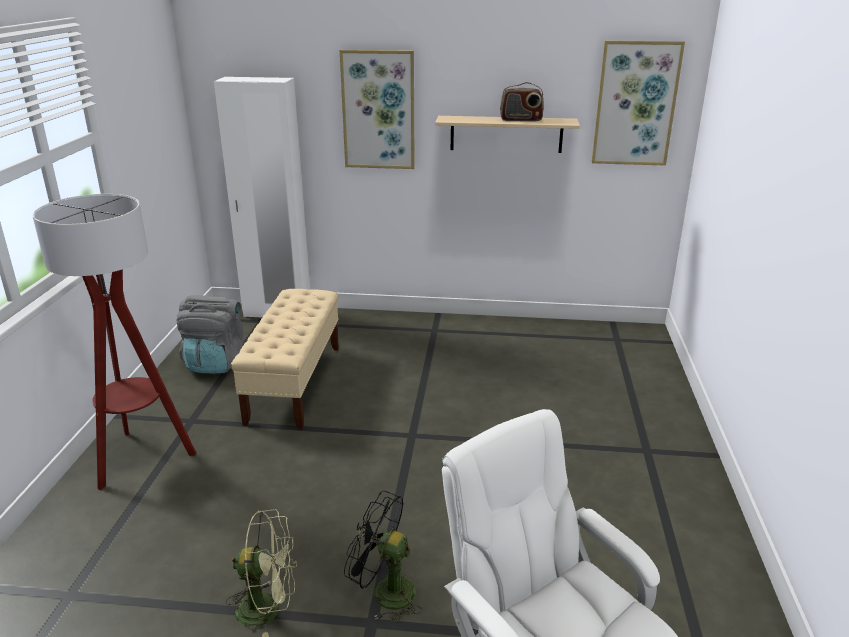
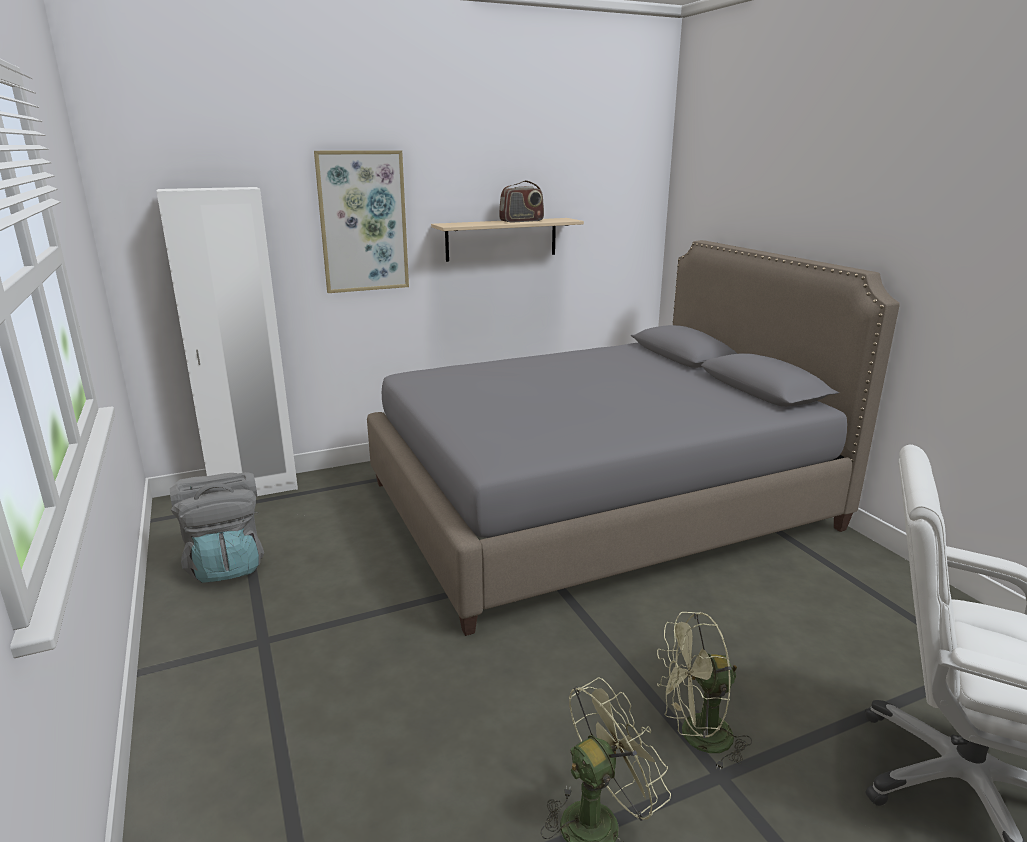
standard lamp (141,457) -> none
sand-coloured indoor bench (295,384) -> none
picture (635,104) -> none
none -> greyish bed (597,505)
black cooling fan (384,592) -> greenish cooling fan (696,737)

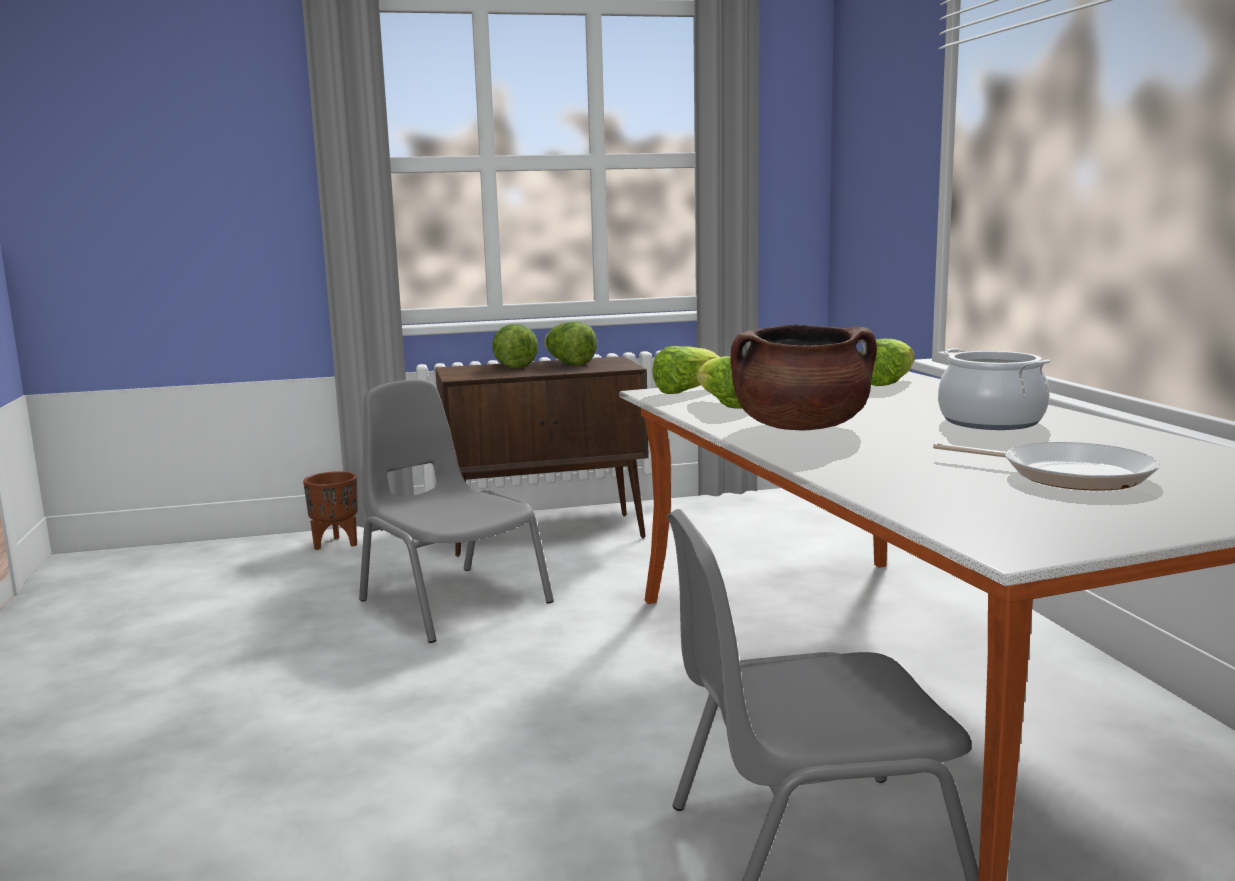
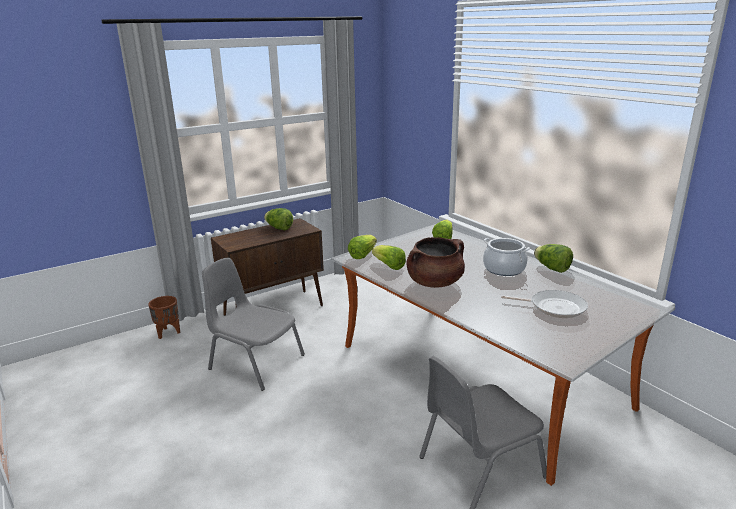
lettuce head (513,366) -> lettuce head (552,268), shifted

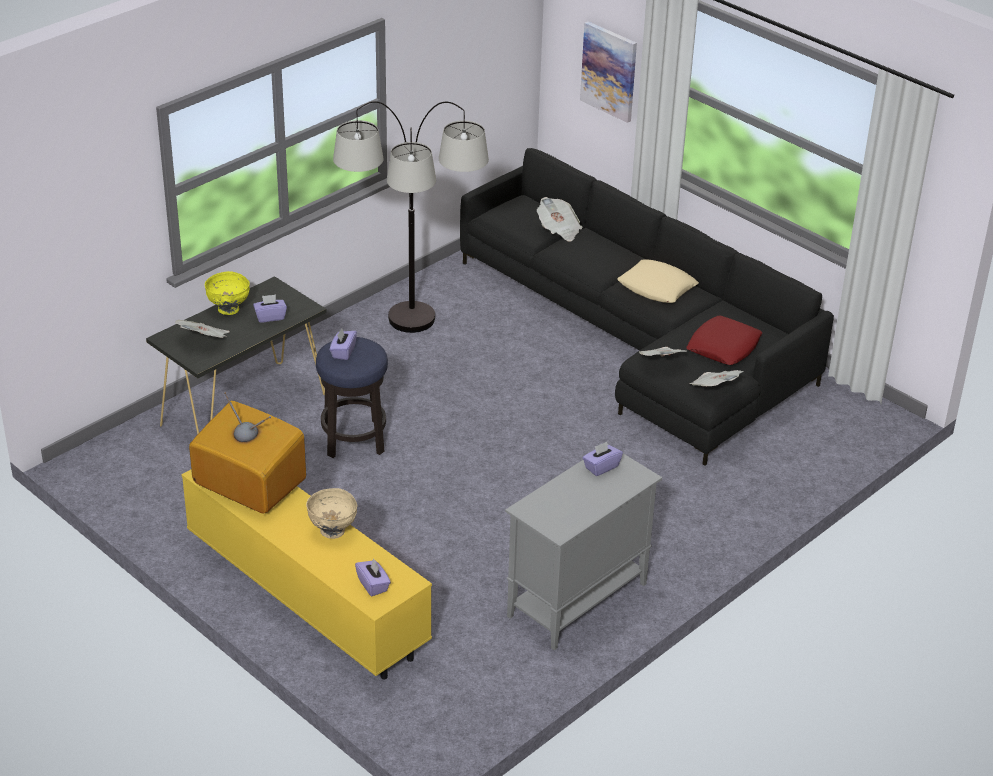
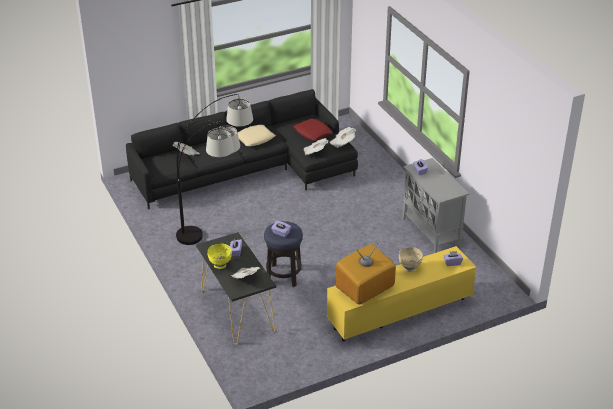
picture (609,71) -> none

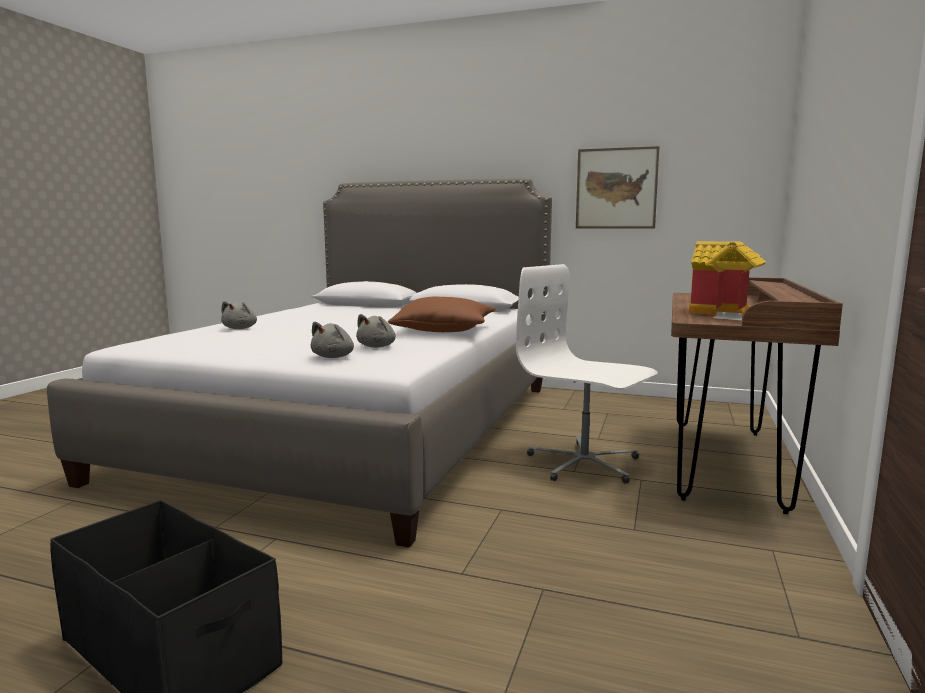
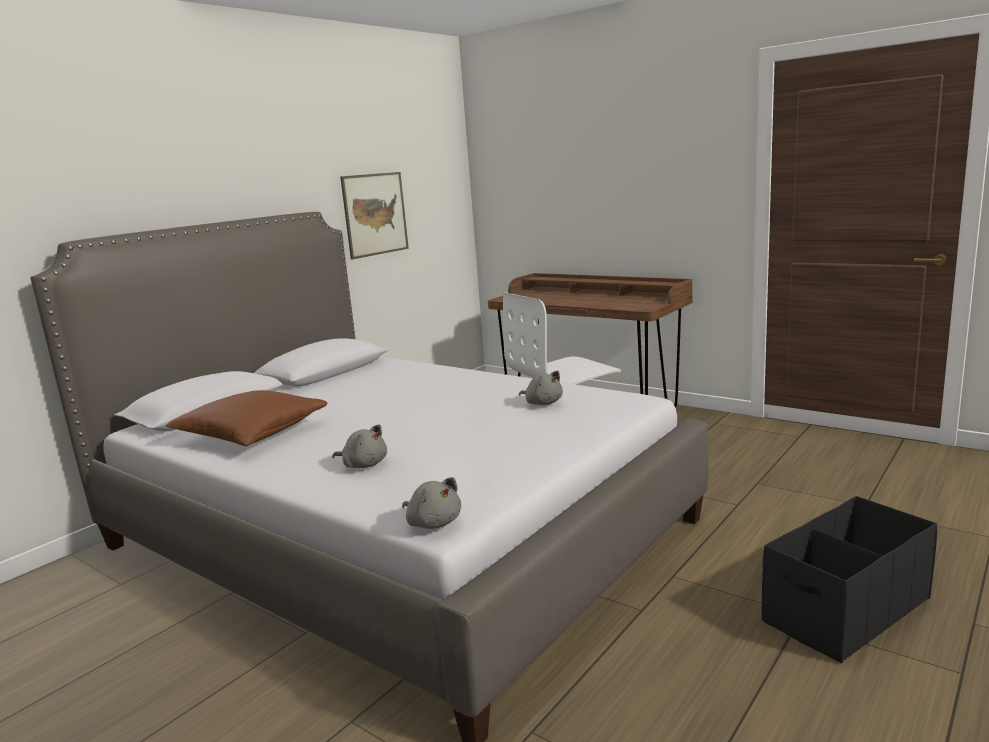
miniature house (726,314) -> none
greyish soft toy (334,357) -> greyish soft toy (433,523), shifted
brown cushion (444,330) -> brown cushion (252,434), shifted

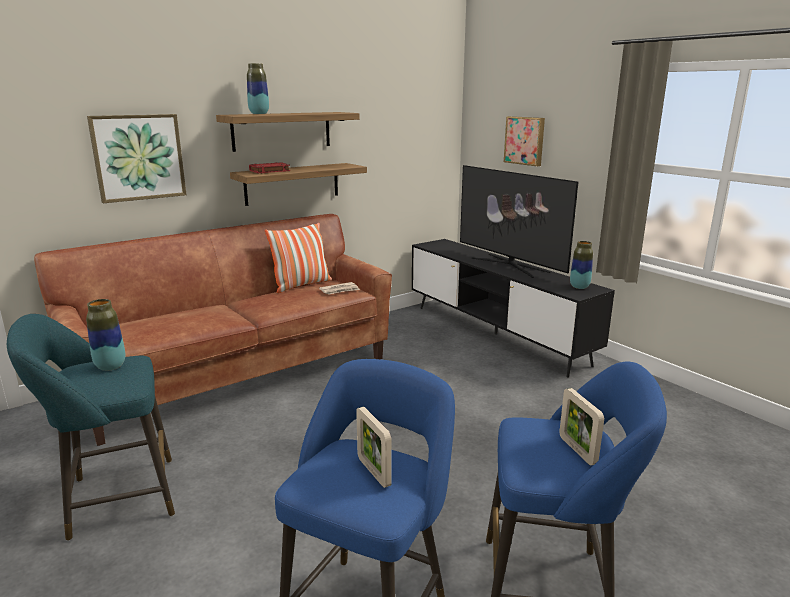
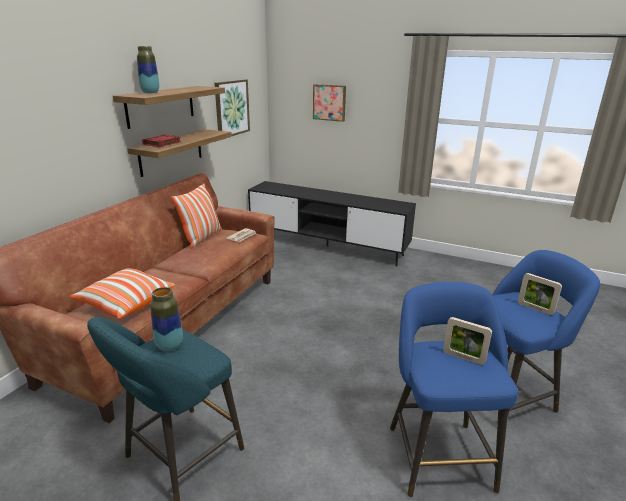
TV (509,265) -> none
flower vase (579,287) -> none
none -> cushion (125,303)
picture (138,157) -> picture (231,108), shifted

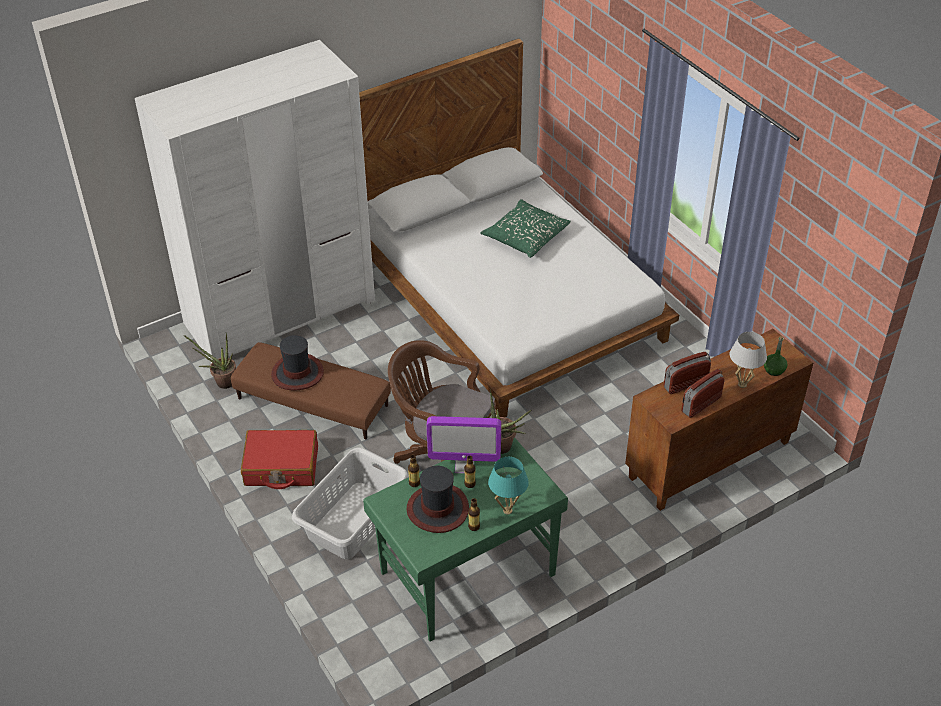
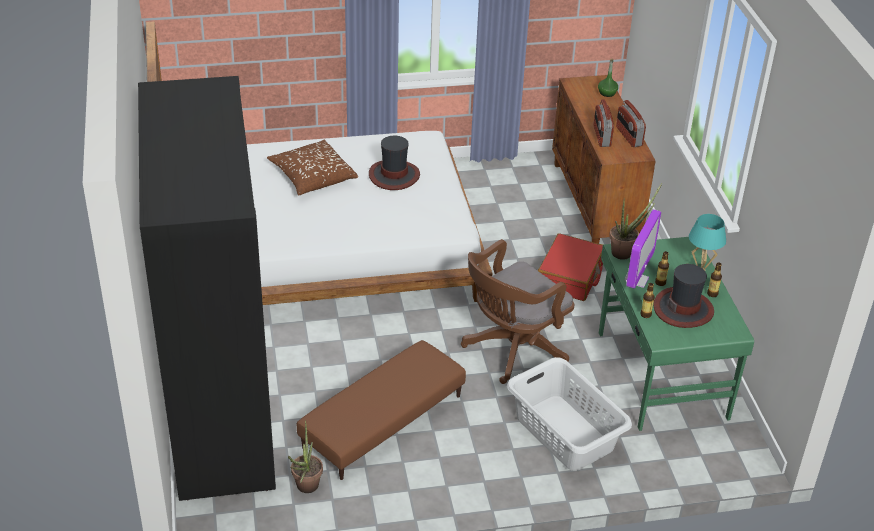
white-coloured table lamp (742,384) -> none
red travel case (281,466) -> red travel case (570,276), shifted
clothing hat (297,373) -> clothing hat (394,175), shifted
white-coloured wardrobe (280,312) -> black wardrobe (221,413)
greenish cushion (525,236) -> brown cushion (312,176)

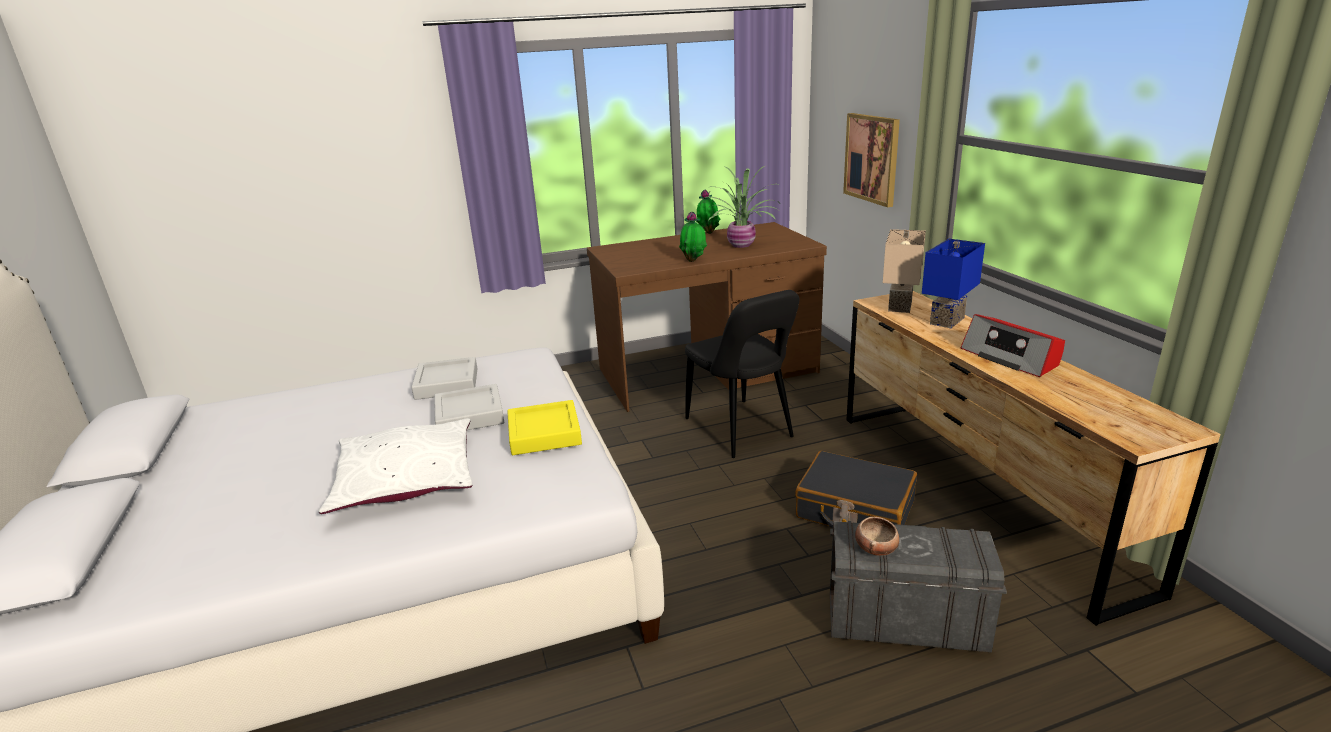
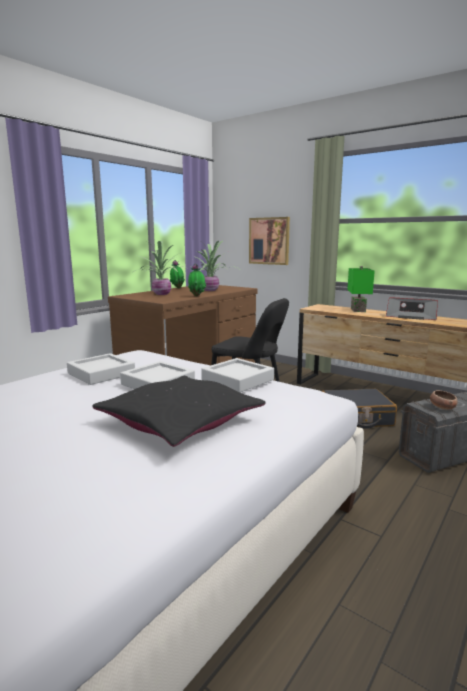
sand-coloured table lamp (902,306) -> none
none -> houseplant (160,294)
white-coloured cushion (406,479) -> black cushion (180,422)
yellowish tray (544,433) -> greyish tray (237,380)
bluish table lamp (945,320) -> greenish table lamp (357,310)

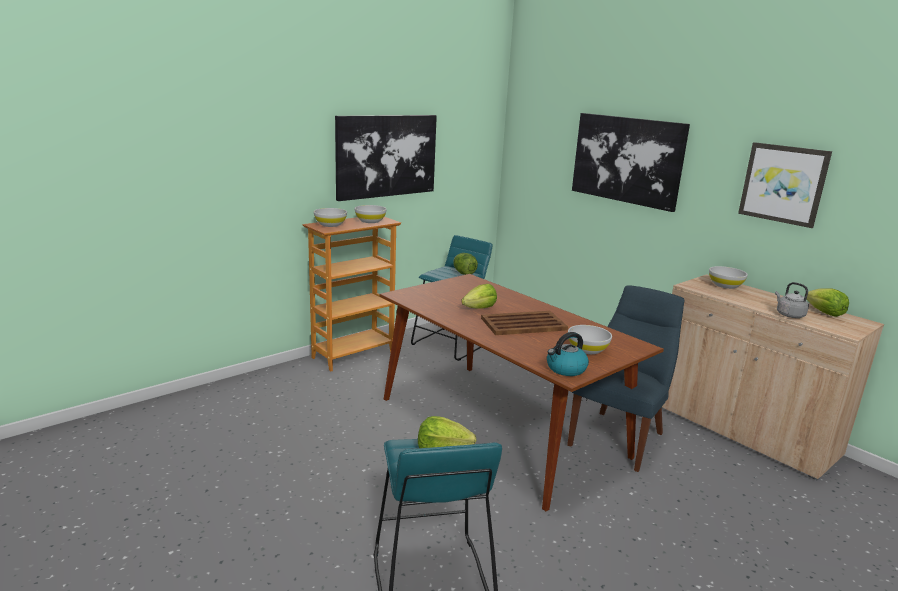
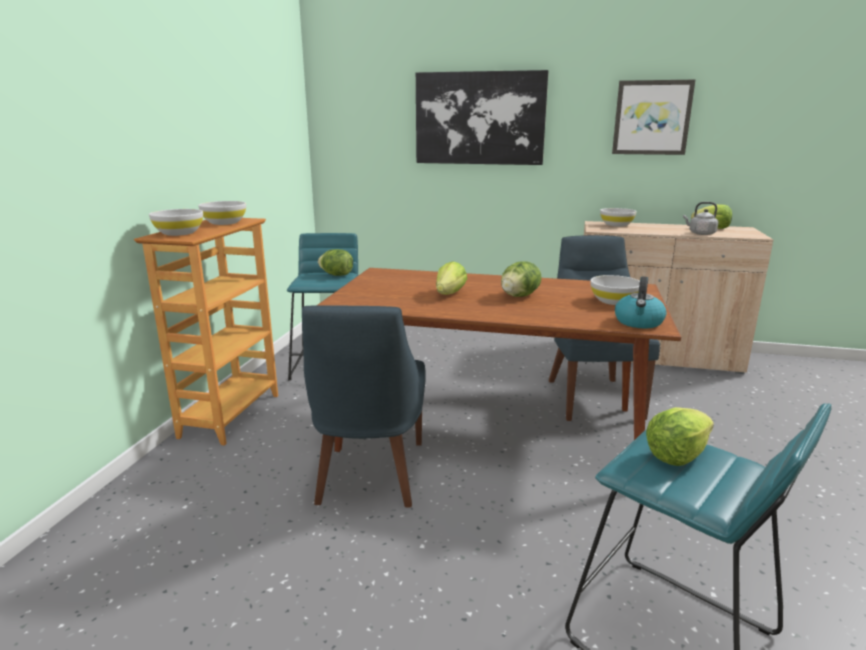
picture (386,156) -> none
none -> bluish upright chair (369,475)
brown tray (524,324) -> lettuce head (519,296)

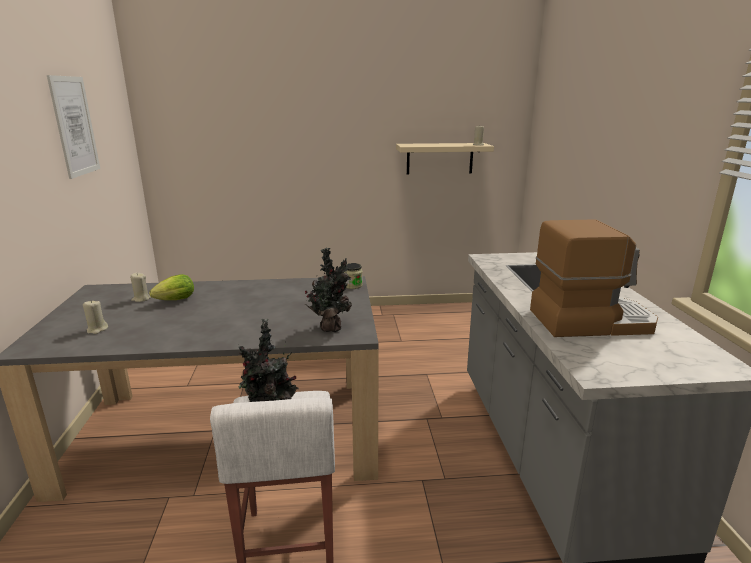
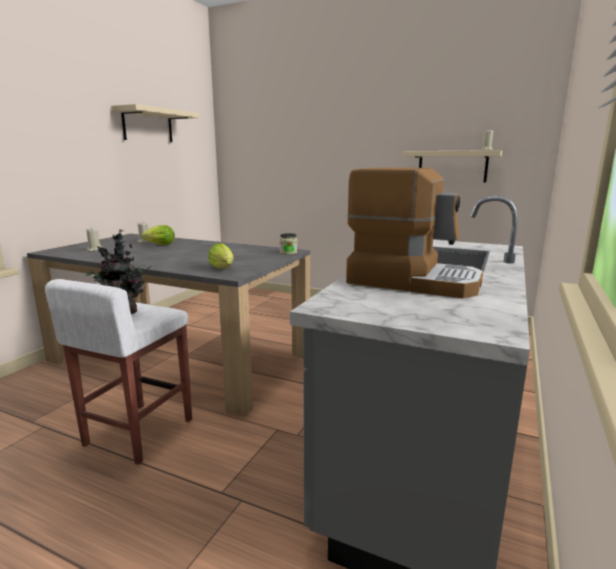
picture (74,126) -> sand-coloured wall shelf (147,125)
houseplant (331,327) -> lettuce head (223,269)

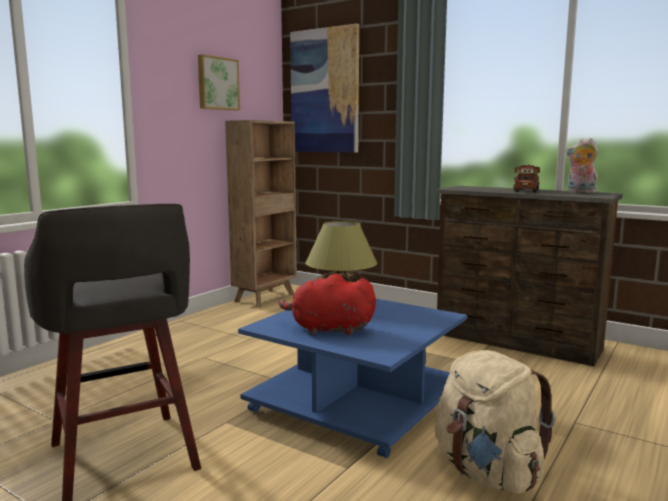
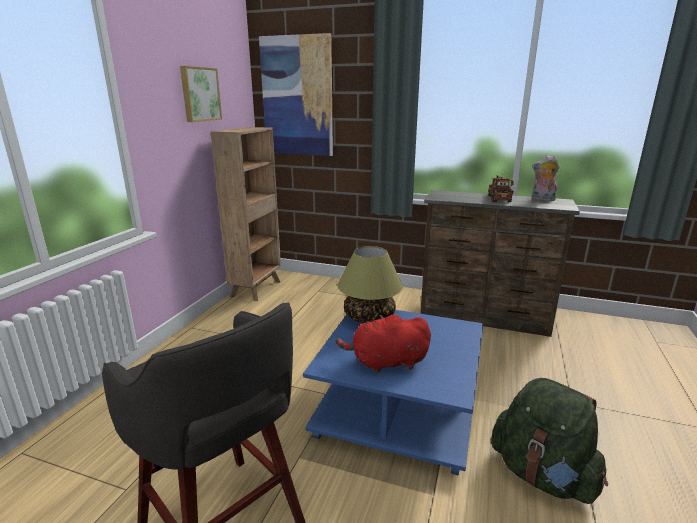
sand-coloured backpack (487,472) -> greenish backpack (542,475)

